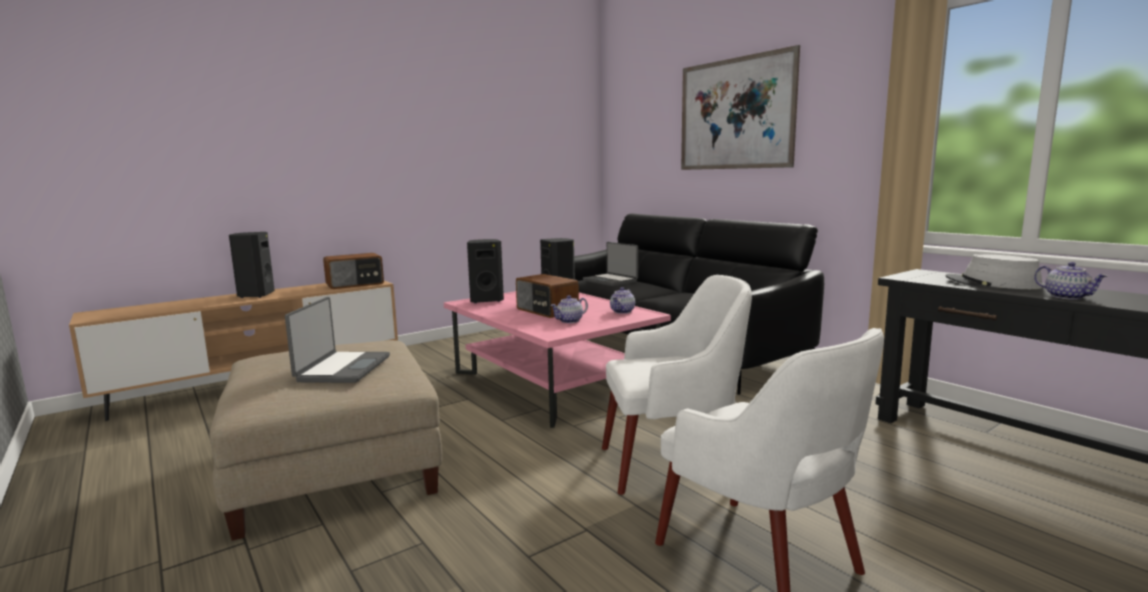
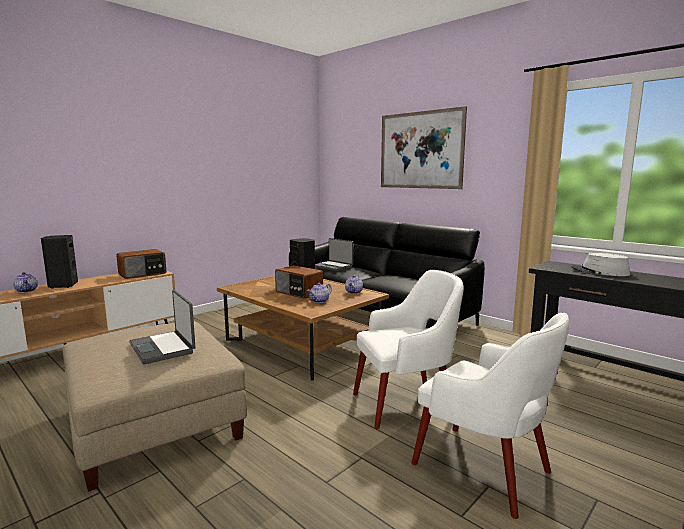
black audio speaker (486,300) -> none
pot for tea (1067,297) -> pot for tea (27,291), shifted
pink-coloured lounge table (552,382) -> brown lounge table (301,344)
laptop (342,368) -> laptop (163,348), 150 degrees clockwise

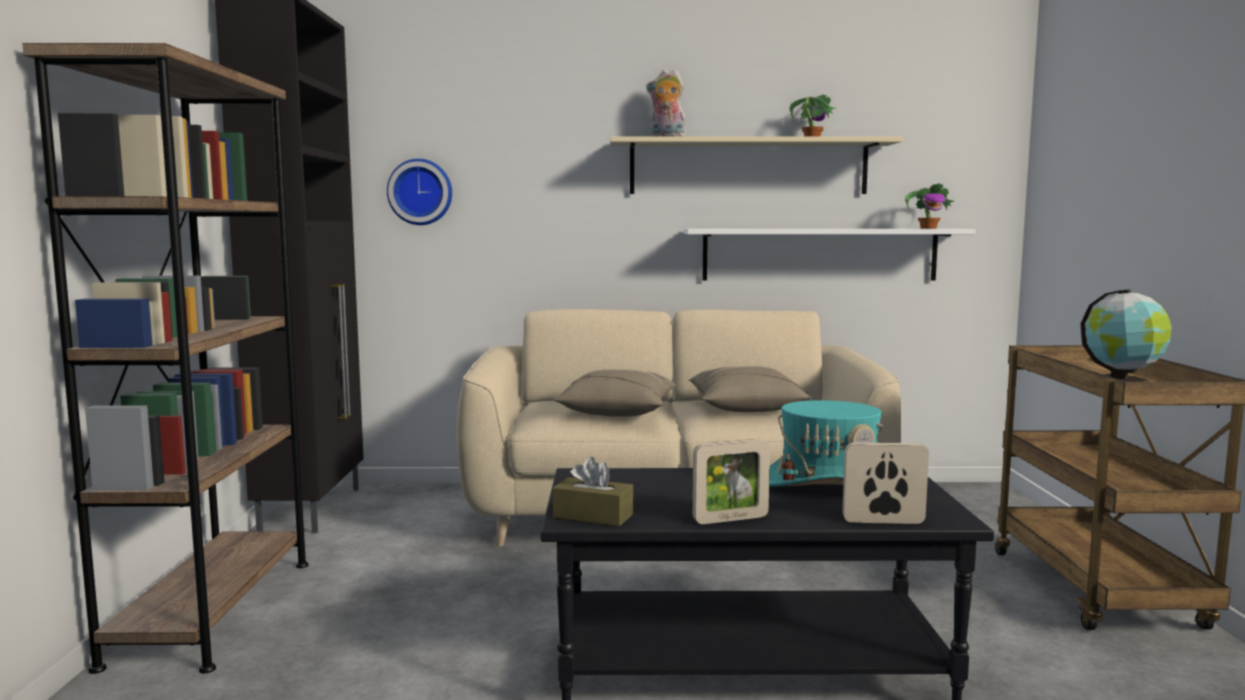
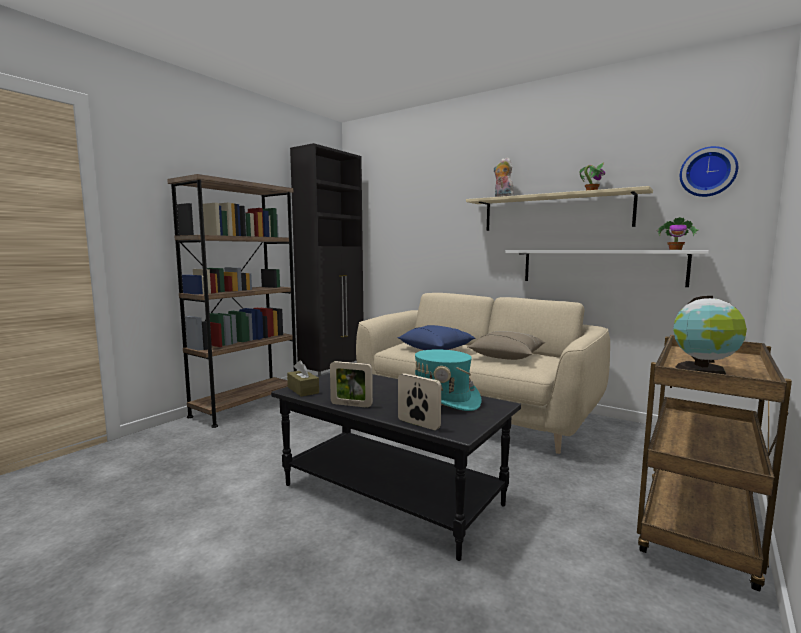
hanging clock (420,192) -> hanging clock (708,172), shifted
sand-coloured cushion (618,411) -> bluish cushion (436,348)

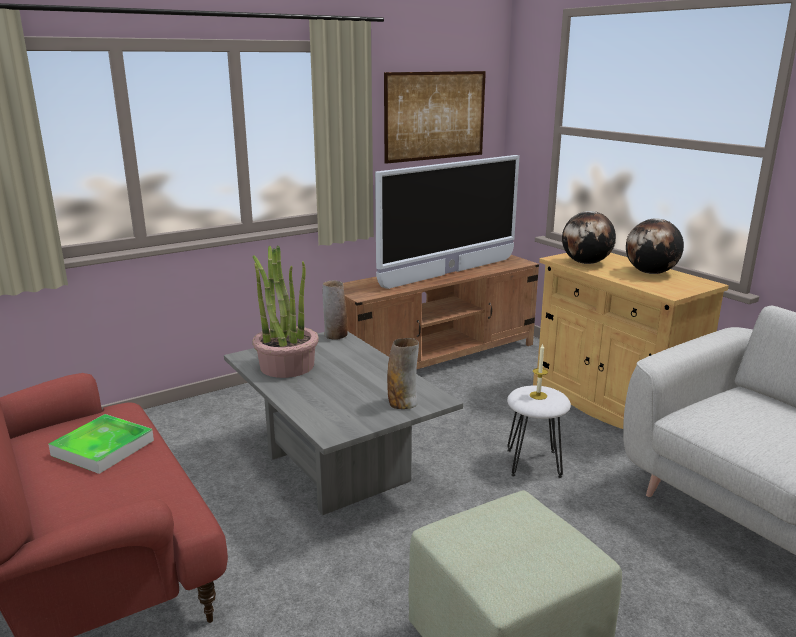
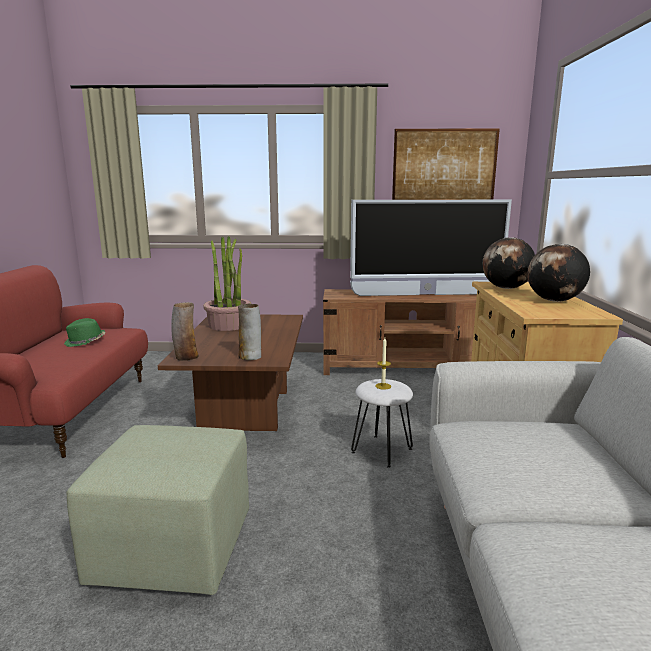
flower vase (335,335) -> flower vase (186,357), shifted
tray (103,448) -> greenish clothing hat (85,342)
greyish lounge table (337,468) -> brown lounge table (245,409)

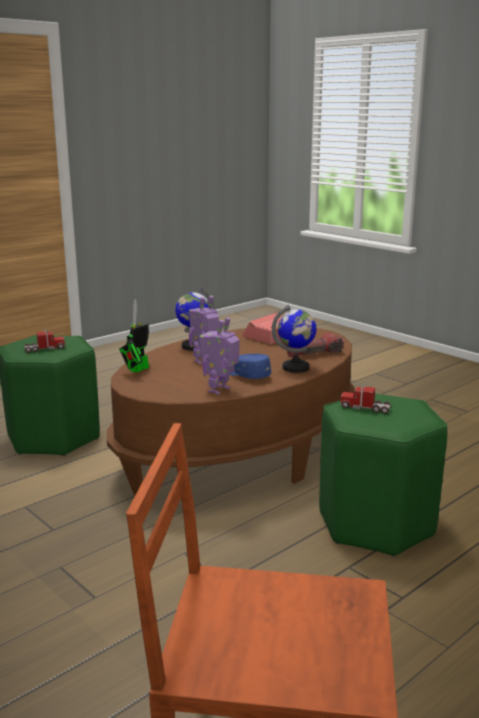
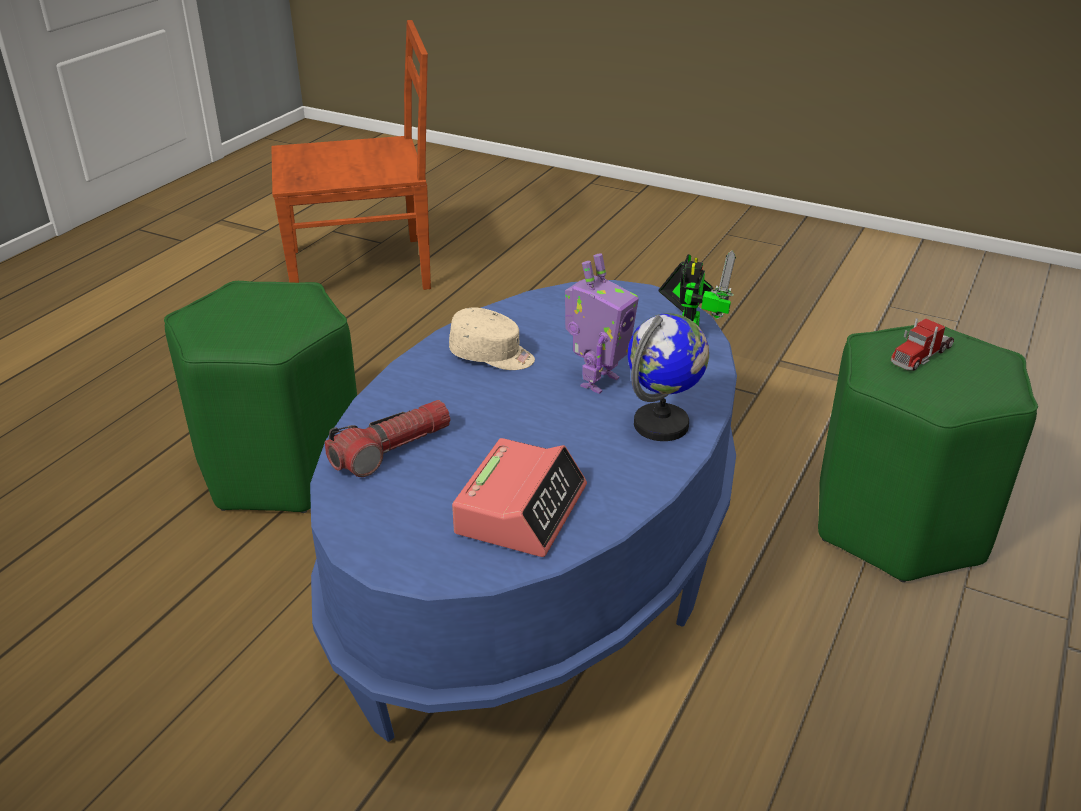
toy robot (220,390) -> none
world globe (296,368) -> none
model truck (365,408) -> none
brown lounge table (239,453) -> bluish lounge table (540,565)
bluish cap (248,375) -> sand-coloured cap (492,356)

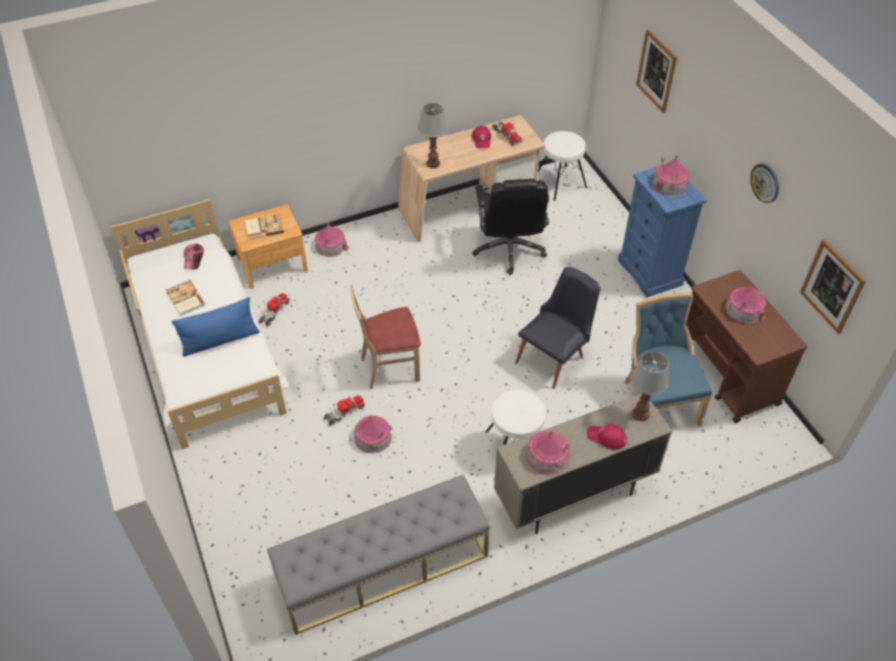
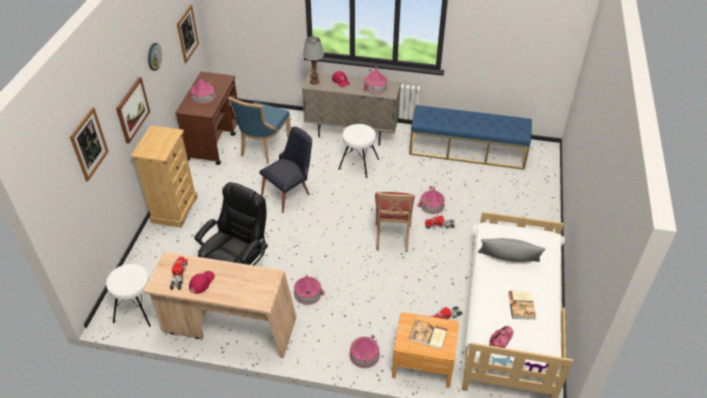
table lamp (433,164) -> none
none -> picture (132,110)
miniature house (670,183) -> miniature house (308,293), shifted
bluish cushion (220,340) -> greyish cushion (508,259)
greyish indoor bench (382,567) -> bluish indoor bench (467,150)
bluish drawer chest (650,272) -> sand-coloured drawer chest (174,209)
sand-coloured upright chair (390,367) -> sand-coloured upright chair (392,237), 75 degrees clockwise
black upright chair (555,357) -> black upright chair (290,193), 150 degrees clockwise

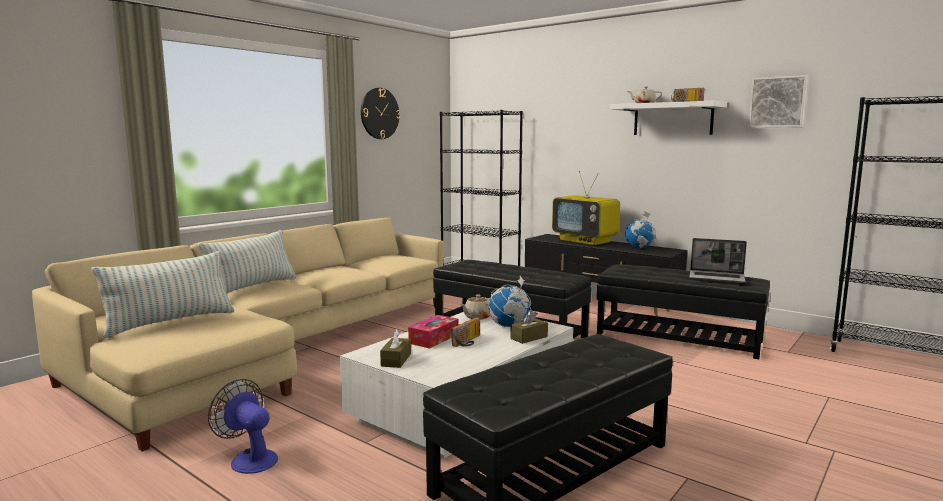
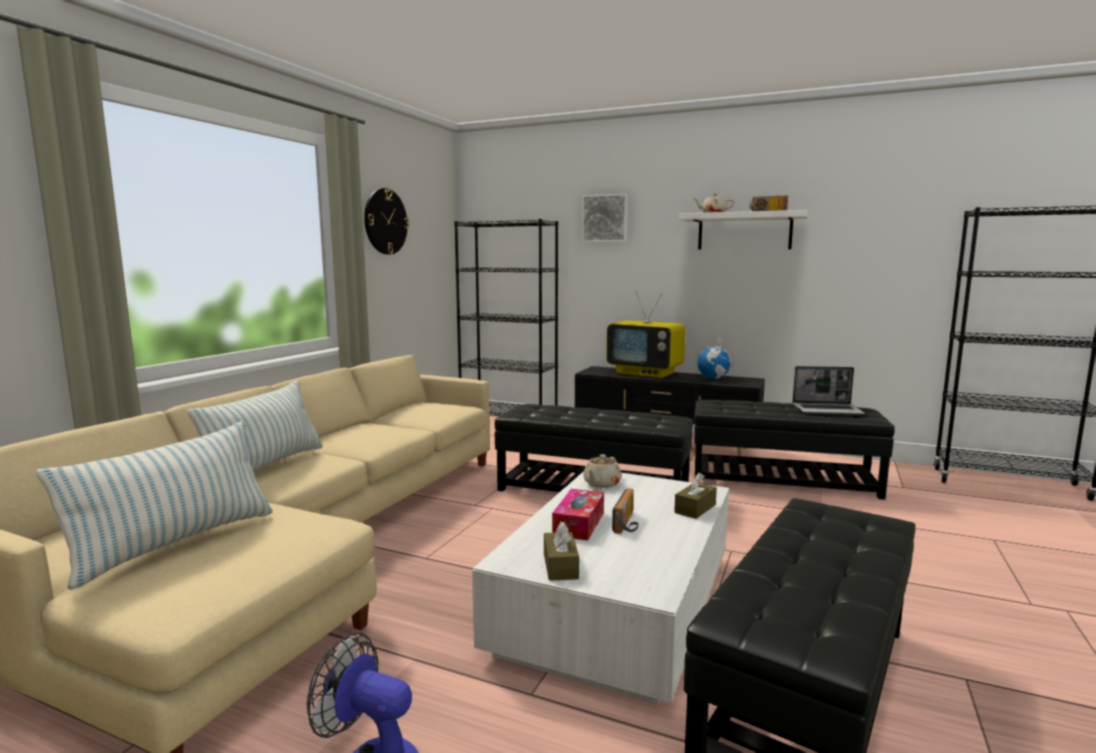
world globe (509,326) -> none
picture (777,102) -> picture (605,218), shifted

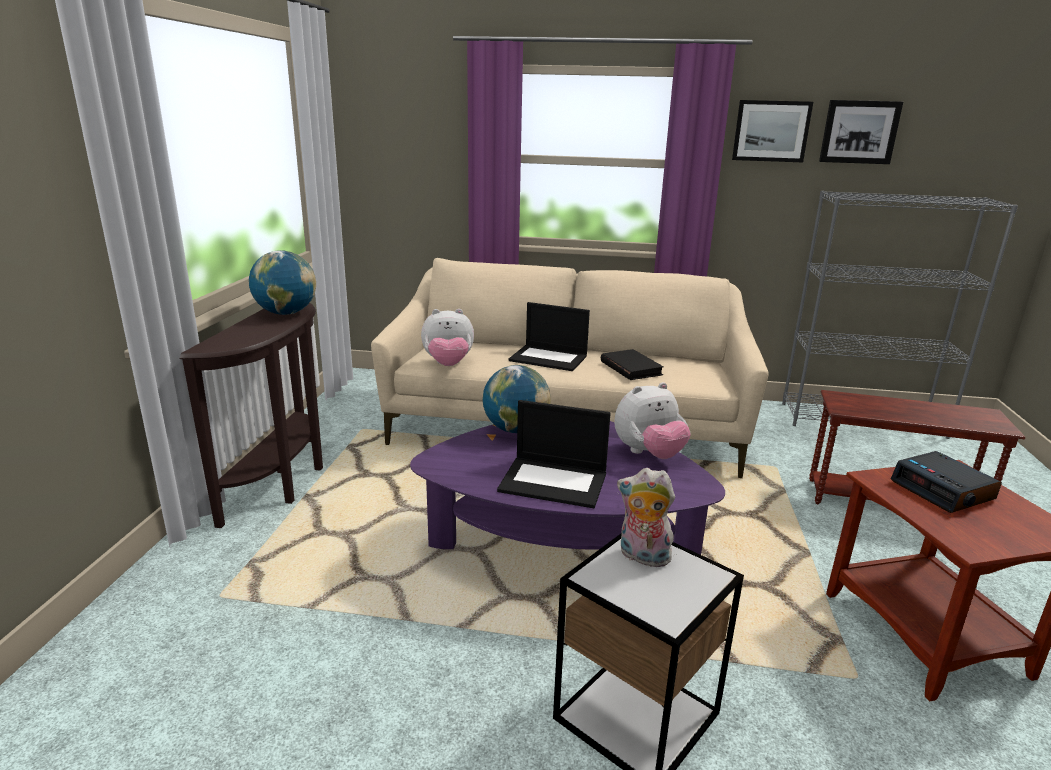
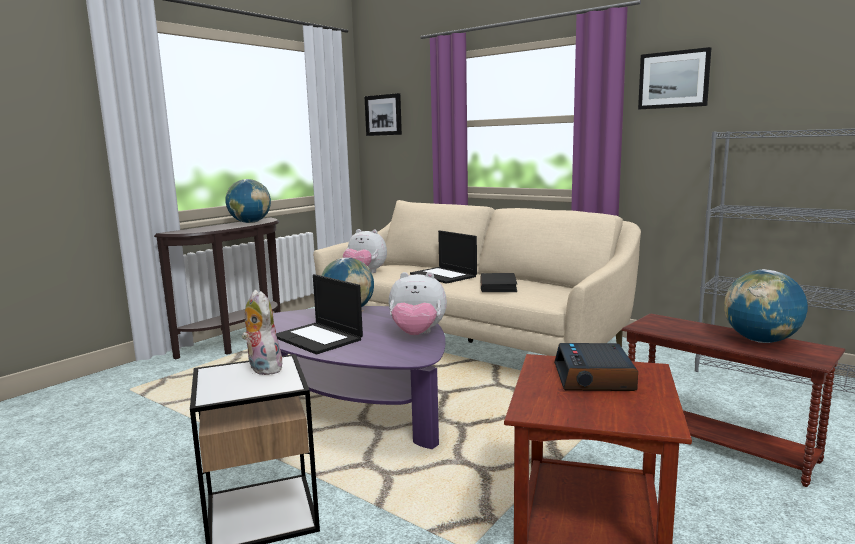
none -> world globe (761,341)
picture (859,132) -> picture (383,115), shifted

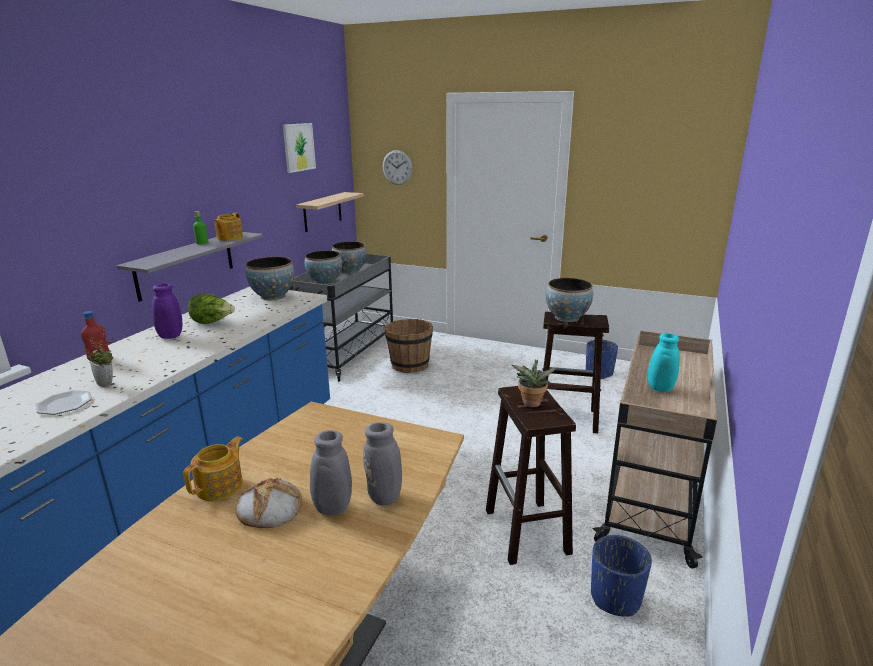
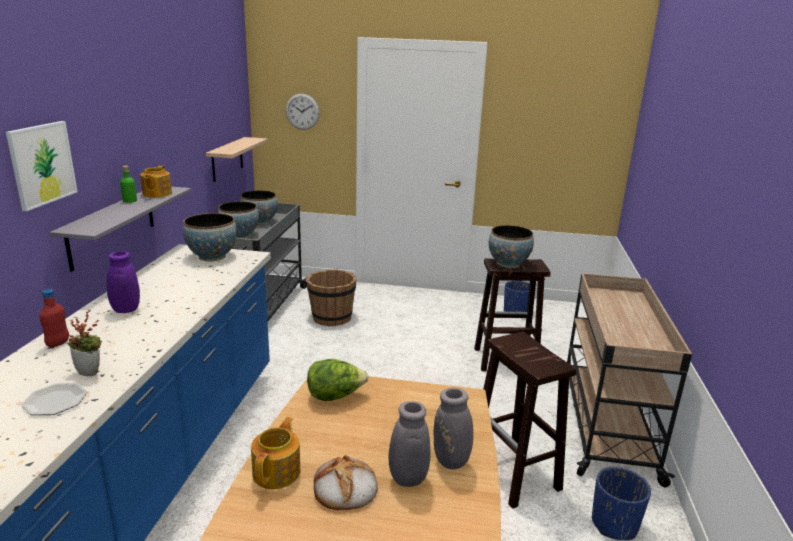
houseplant (531,404) -> none
turquoise-coloured flower vase (658,389) -> none
lettuce head (212,322) -> lettuce head (335,396), shifted
picture (298,147) -> picture (42,164), shifted

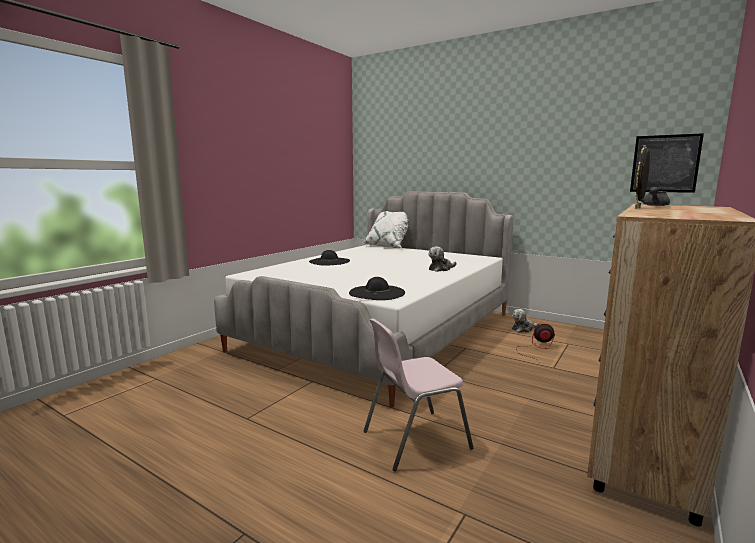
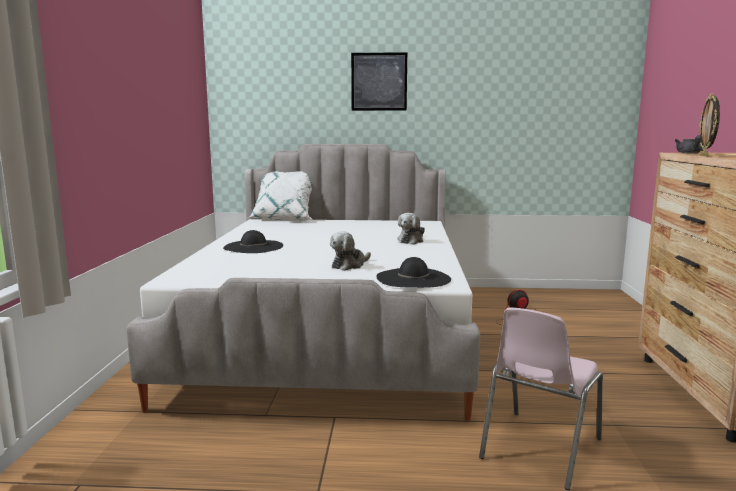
soft toy (523,329) -> soft toy (349,265), shifted
picture (665,163) -> picture (379,82), shifted

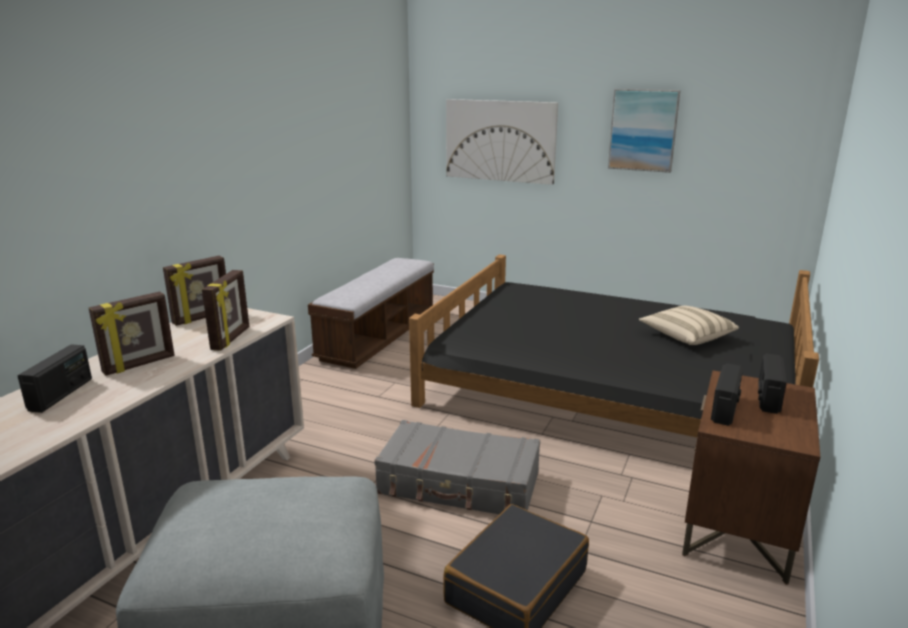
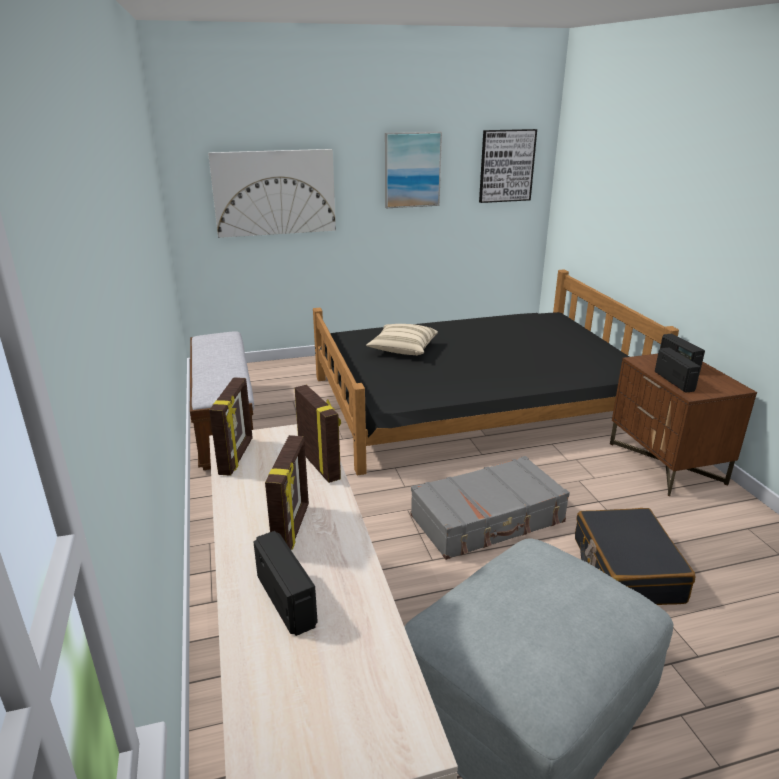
none -> picture (506,166)
sand-coloured cushion (686,336) -> sand-coloured cushion (402,349), shifted

